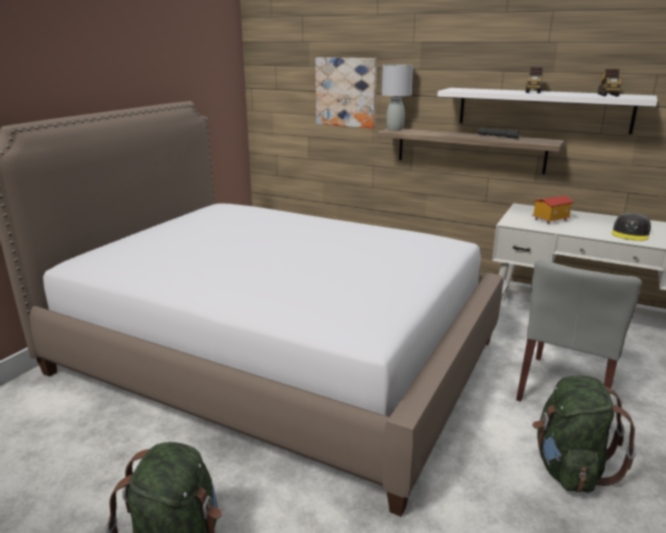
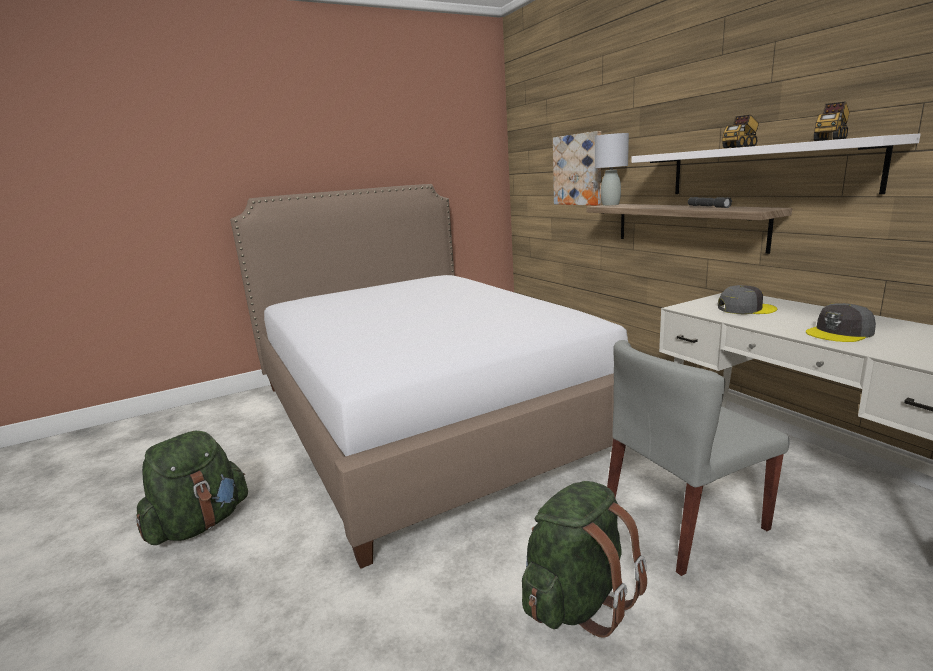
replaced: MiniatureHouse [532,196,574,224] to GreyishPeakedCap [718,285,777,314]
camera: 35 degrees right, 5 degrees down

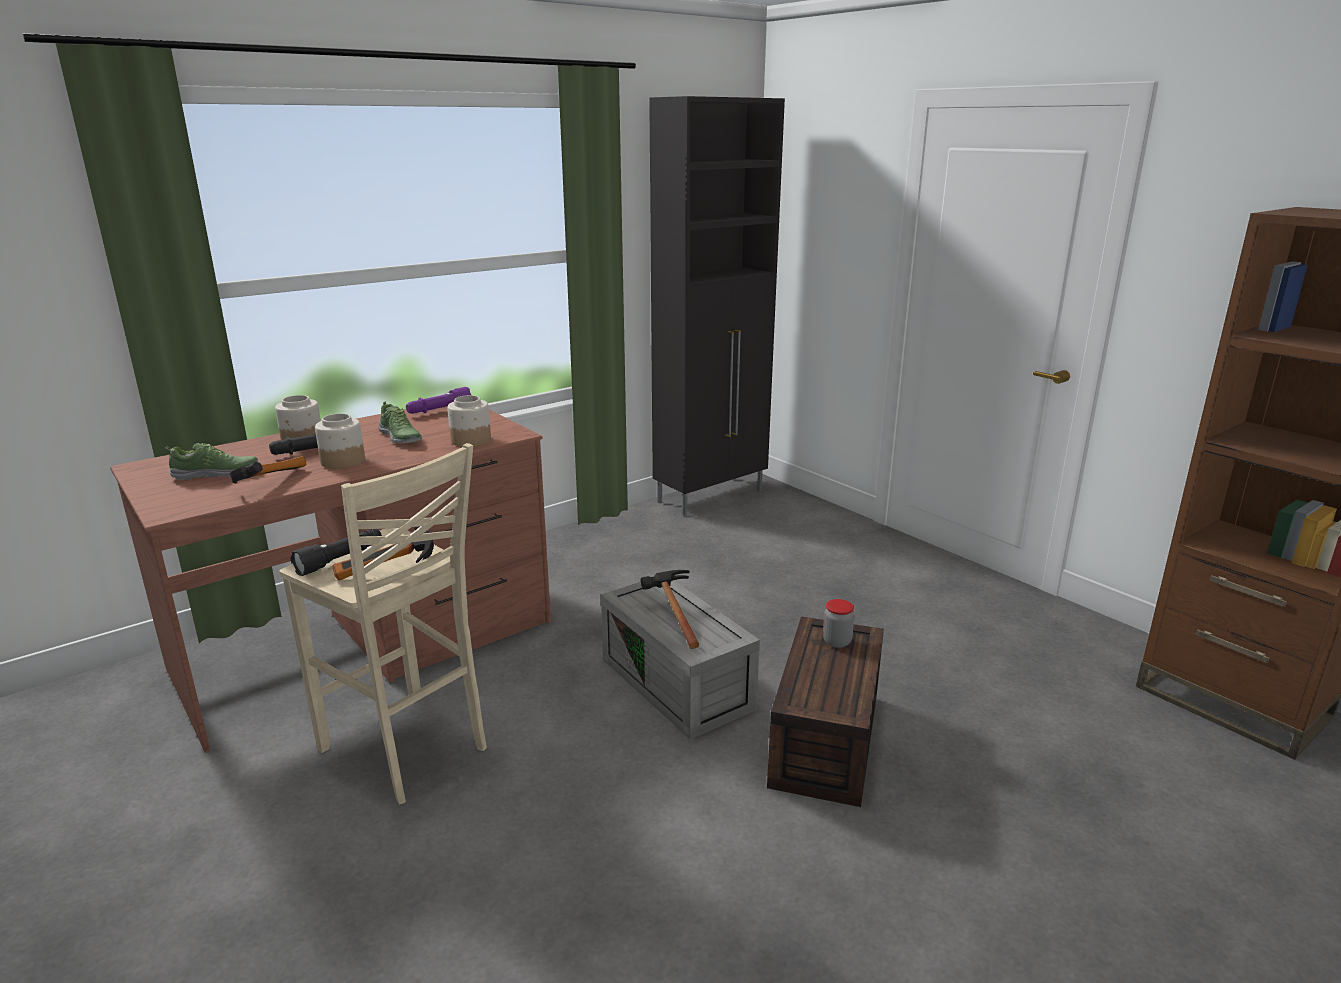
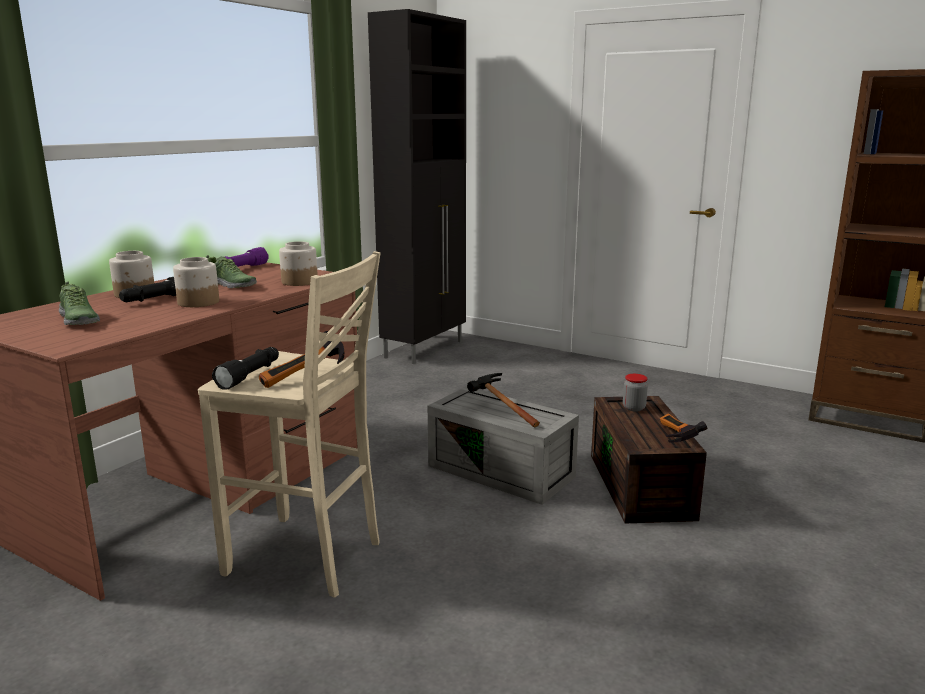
moved: HandHammer [229,456,306,483] to [660,414,708,443]
turned: LowShoe [165,443,258,480] = [59,281,100,325] 90 degrees clockwise
camera: 20 degrees left, 5 degrees down

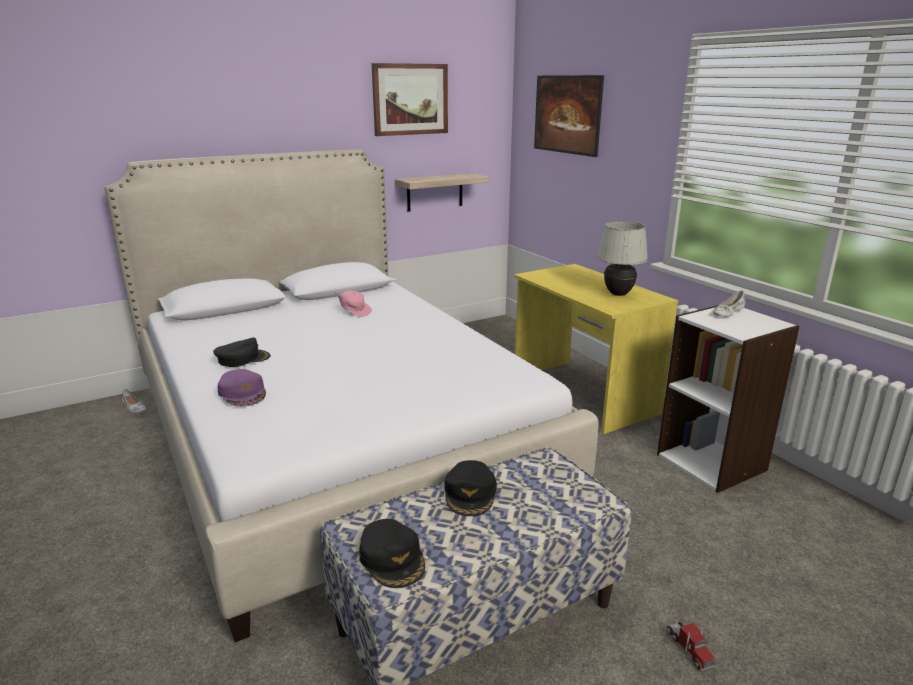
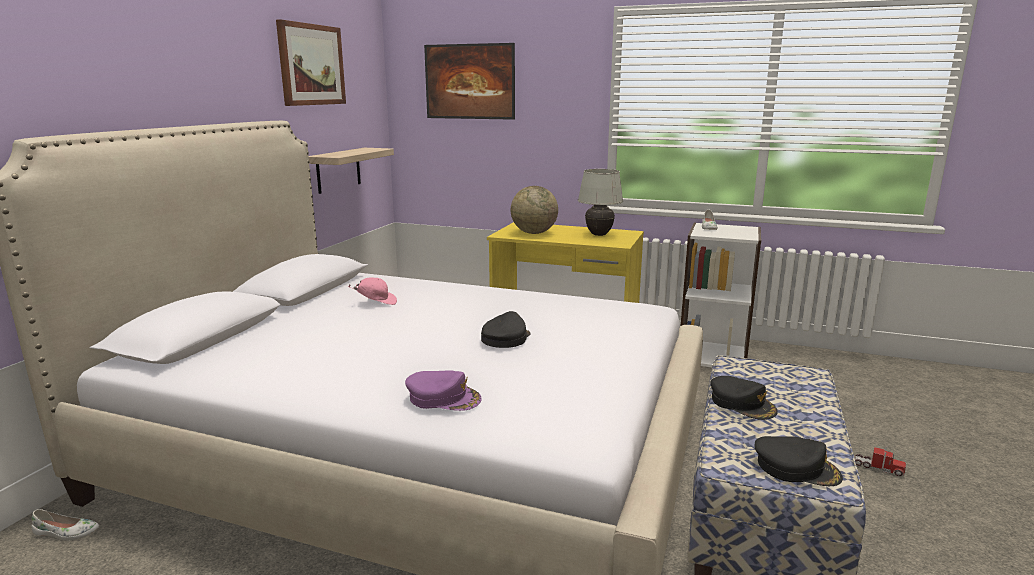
added: DeskGlobe [511,186,558,234]
moved: BlackColouredPeakedCap [213,337,270,367] to [481,311,531,348]
camera: 40 degrees left, 5 degrees down

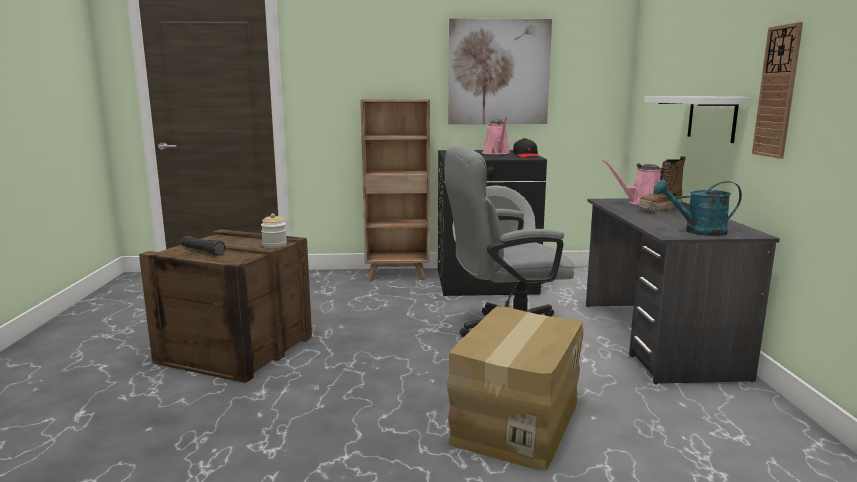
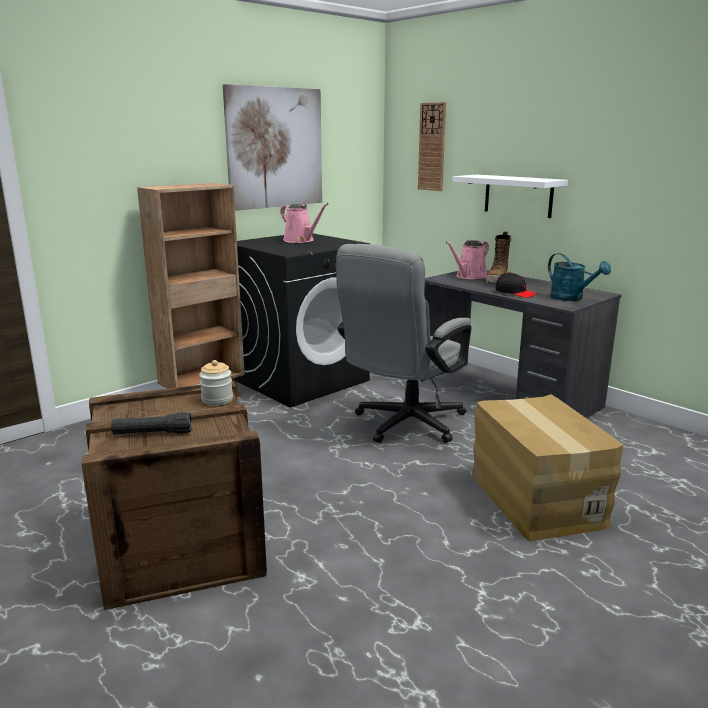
moved: ClockOnTheWall [752,22,803,159] to [418,102,446,191]; BlackColouredPeakedCap [513,138,540,158] to [495,272,537,298]
turned: TurquoiseWateringPot [653,180,742,236] = [548,253,611,301] 90 degrees counterclockwise
camera: 40 degrees left, 5 degrees up

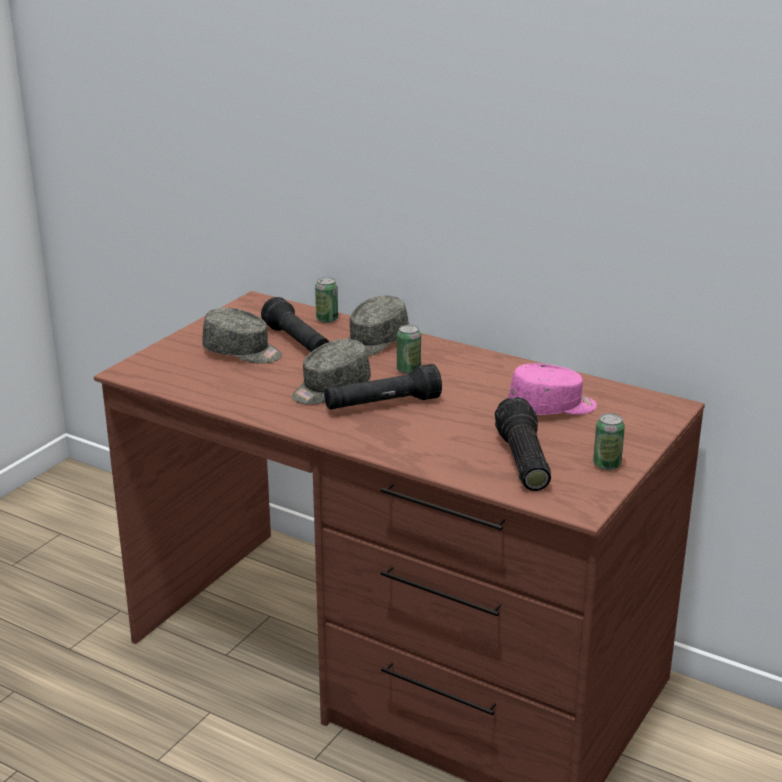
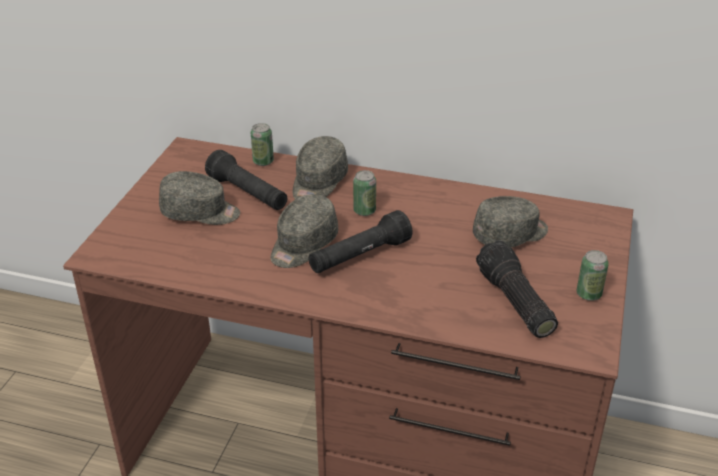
recoloured: PinkPeakedCap [508,363,597,415] to GreyishPeakedCap [473,196,548,248]
camera: 15 degrees left, 10 degrees up

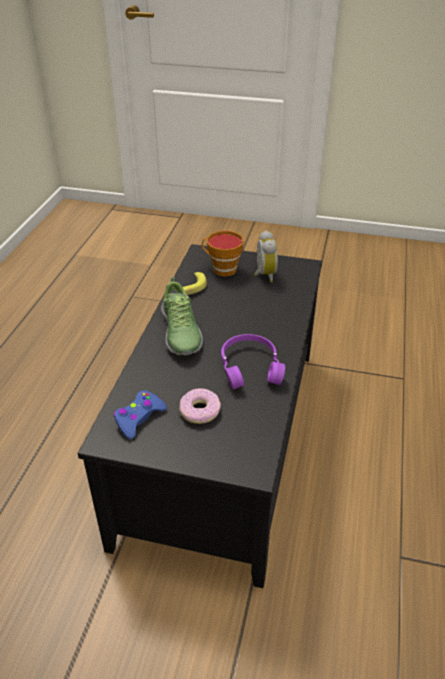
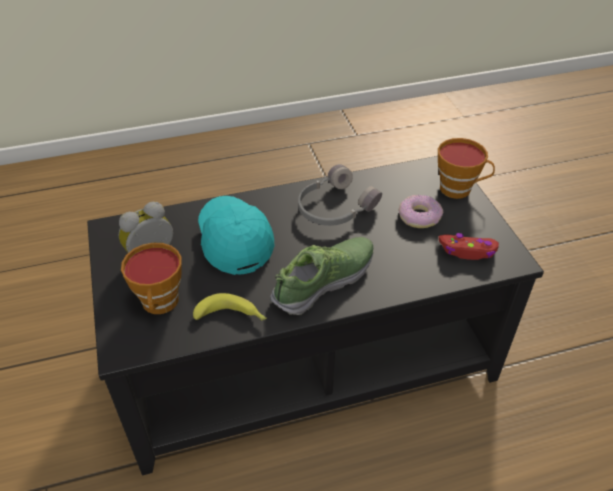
added: TurquoisePeakedCap [198,196,274,275]; SmallCup [438,138,495,199]
recoloured: PurpleColouredHeadset [221,334,285,390] to GreyishHeadset [298,164,382,226]; BlueGameController [113,390,167,439] to RedGameController [438,233,499,260]
camera: 120 degrees left, 5 degrees up

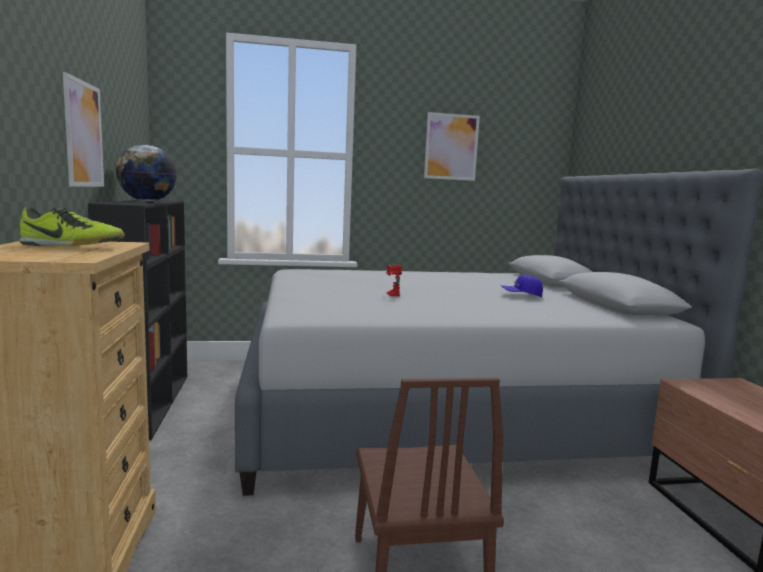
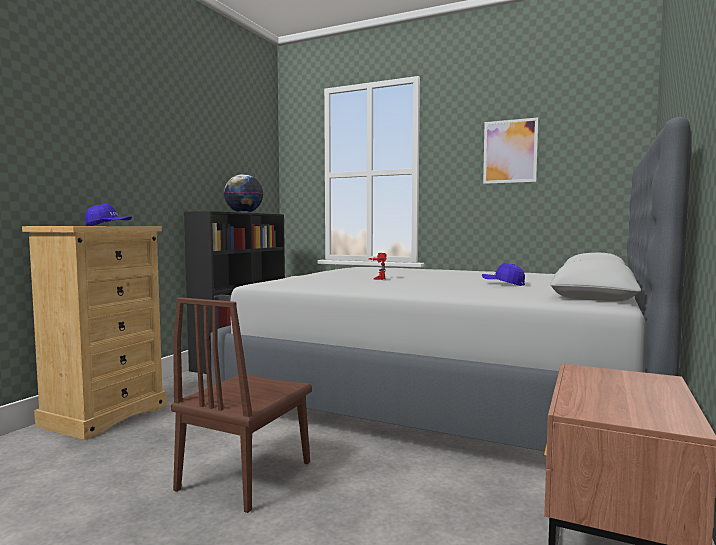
removed: WallArt [63,72,104,187]
replaced: LowShoe [19,207,125,246] to BluePeakedCap [85,204,132,226]
camera: 35 degrees right, 5 degrees down

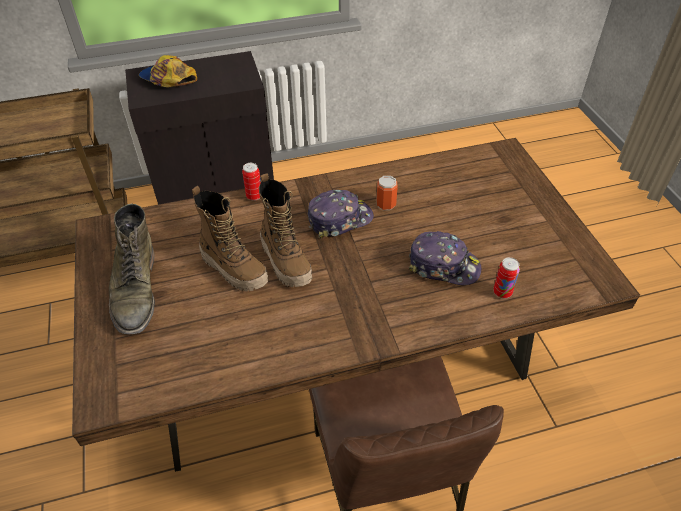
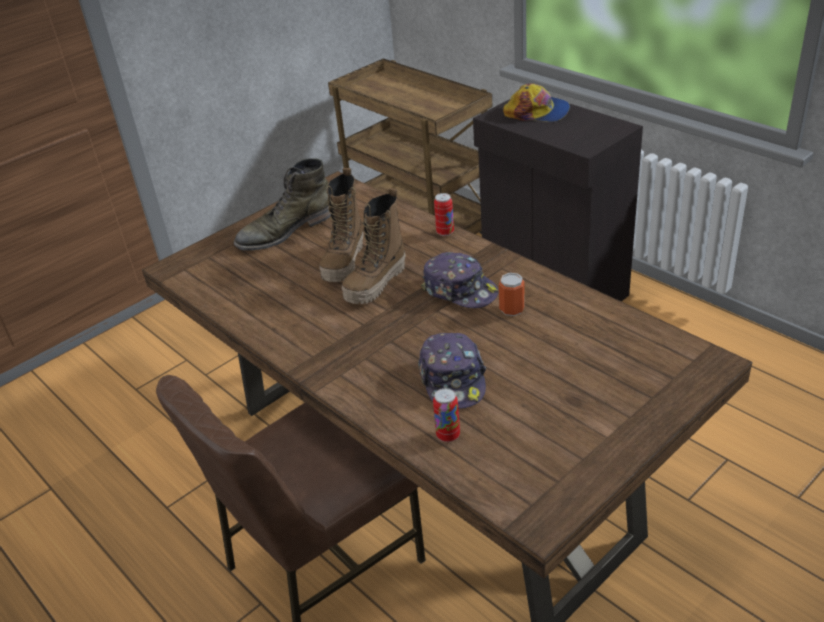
turned: PeakedCap [139,55,197,87] = [503,83,570,122] 105 degrees clockwise
camera: 65 degrees right, 10 degrees down

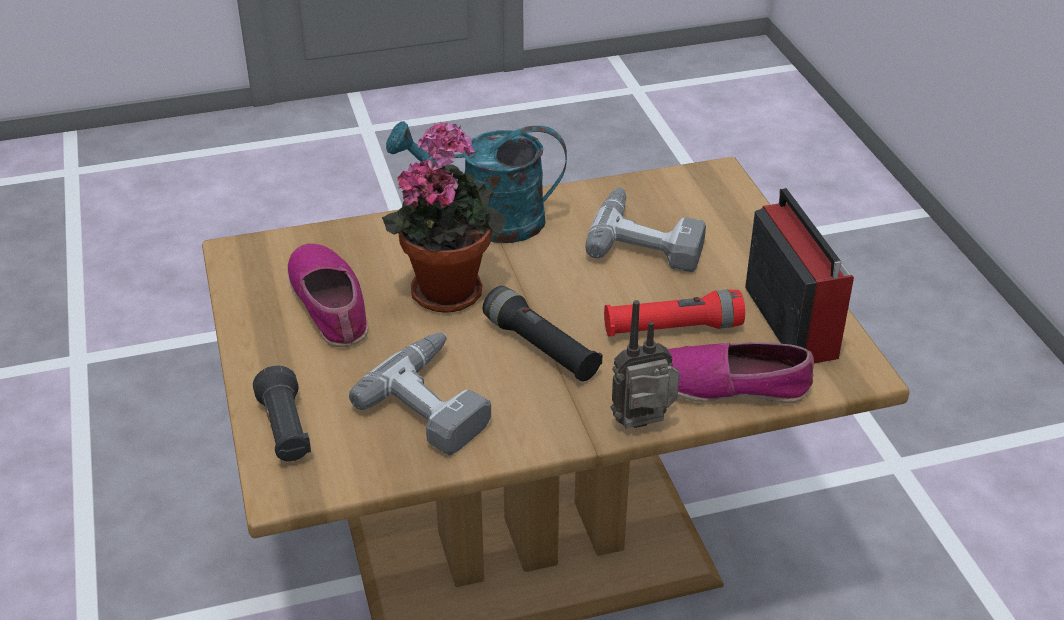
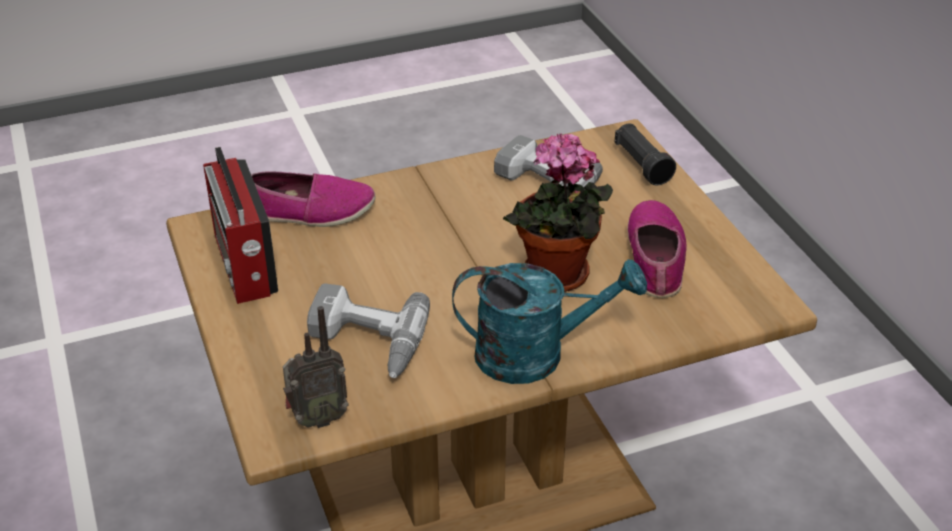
removed: BlackColouredFlashlight [483,286,603,382]; RedFlashlight [604,290,745,336]
moved: RadioSet [610,300,680,428] to [283,306,349,428]
turned: LowShoe [288,244,368,347] = [628,200,687,298] 150 degrees counterclockwise
camera: 175 degrees right, 0 degrees up

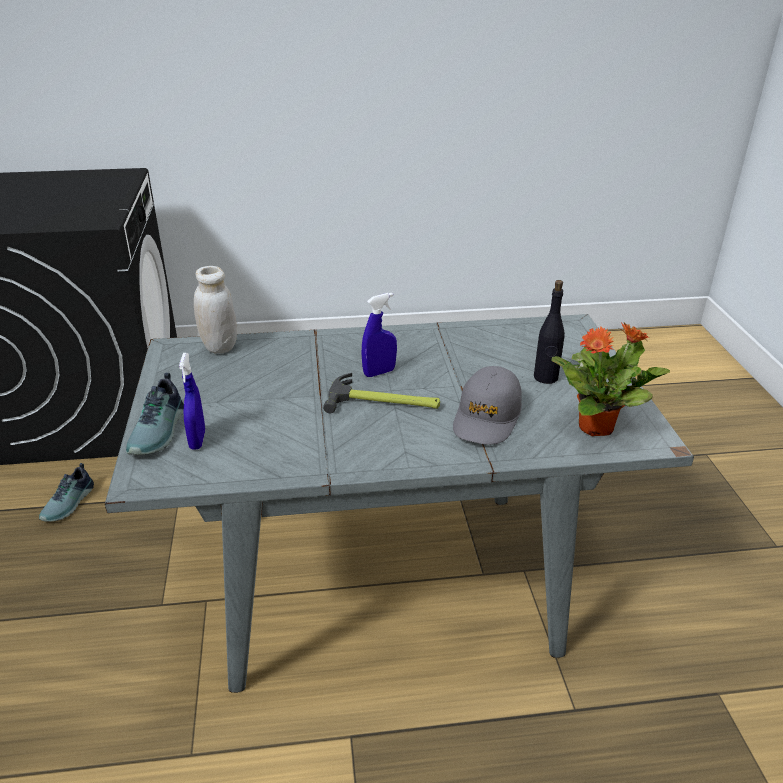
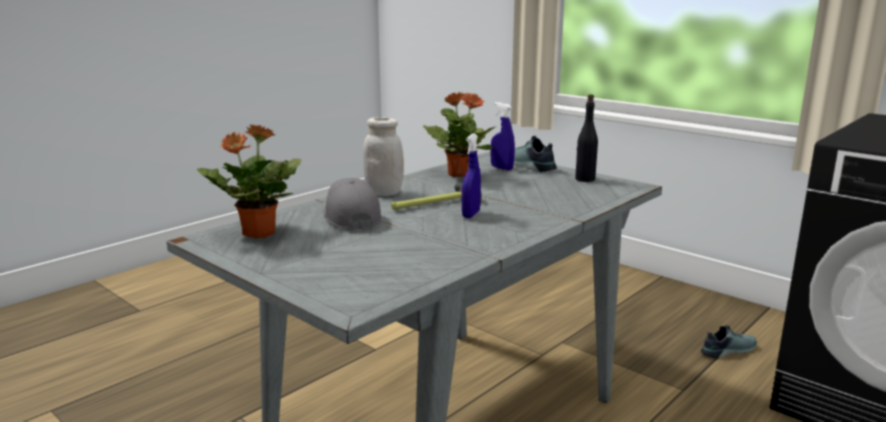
added: PottedPlant [423,92,495,177]
moved: WhitishJar [194,266,237,354] to [363,117,404,196]; BlackColouredBeverageBottle [534,280,565,384] to [575,94,598,182]
turned: LowShoe [39,463,94,522] = [701,325,757,359] 90 degrees clockwise
camera: 140 degrees right, 15 degrees down

